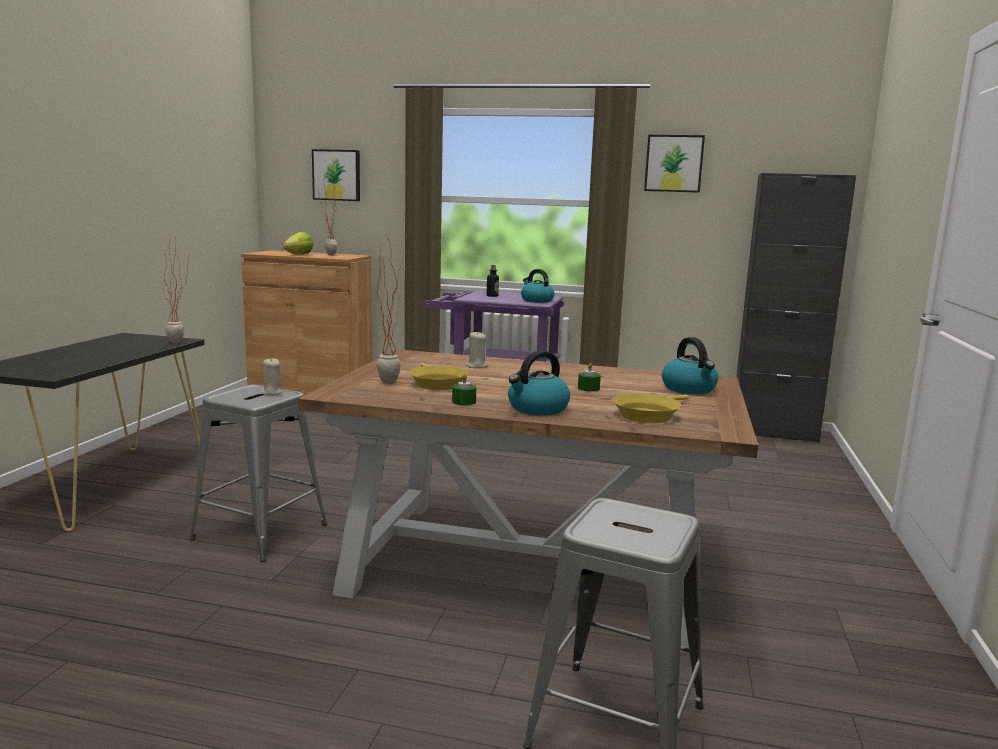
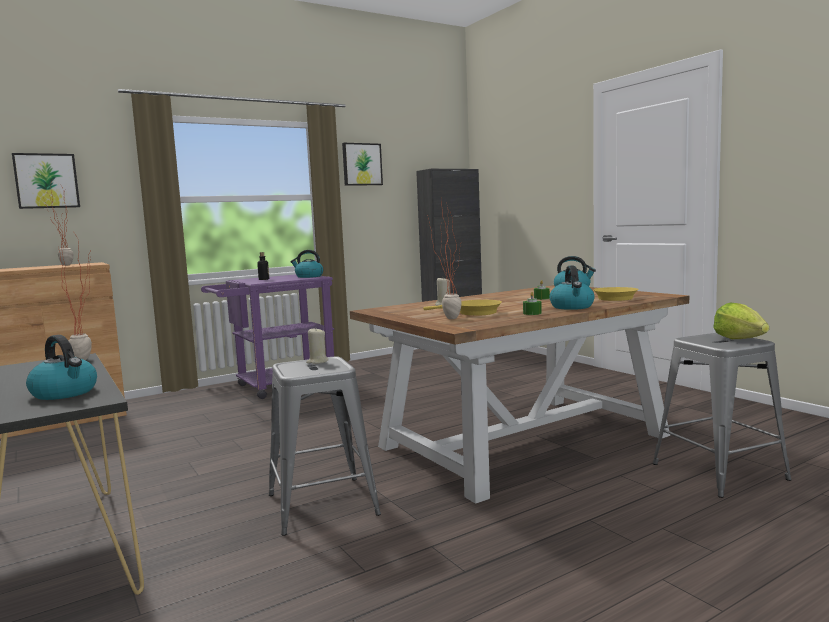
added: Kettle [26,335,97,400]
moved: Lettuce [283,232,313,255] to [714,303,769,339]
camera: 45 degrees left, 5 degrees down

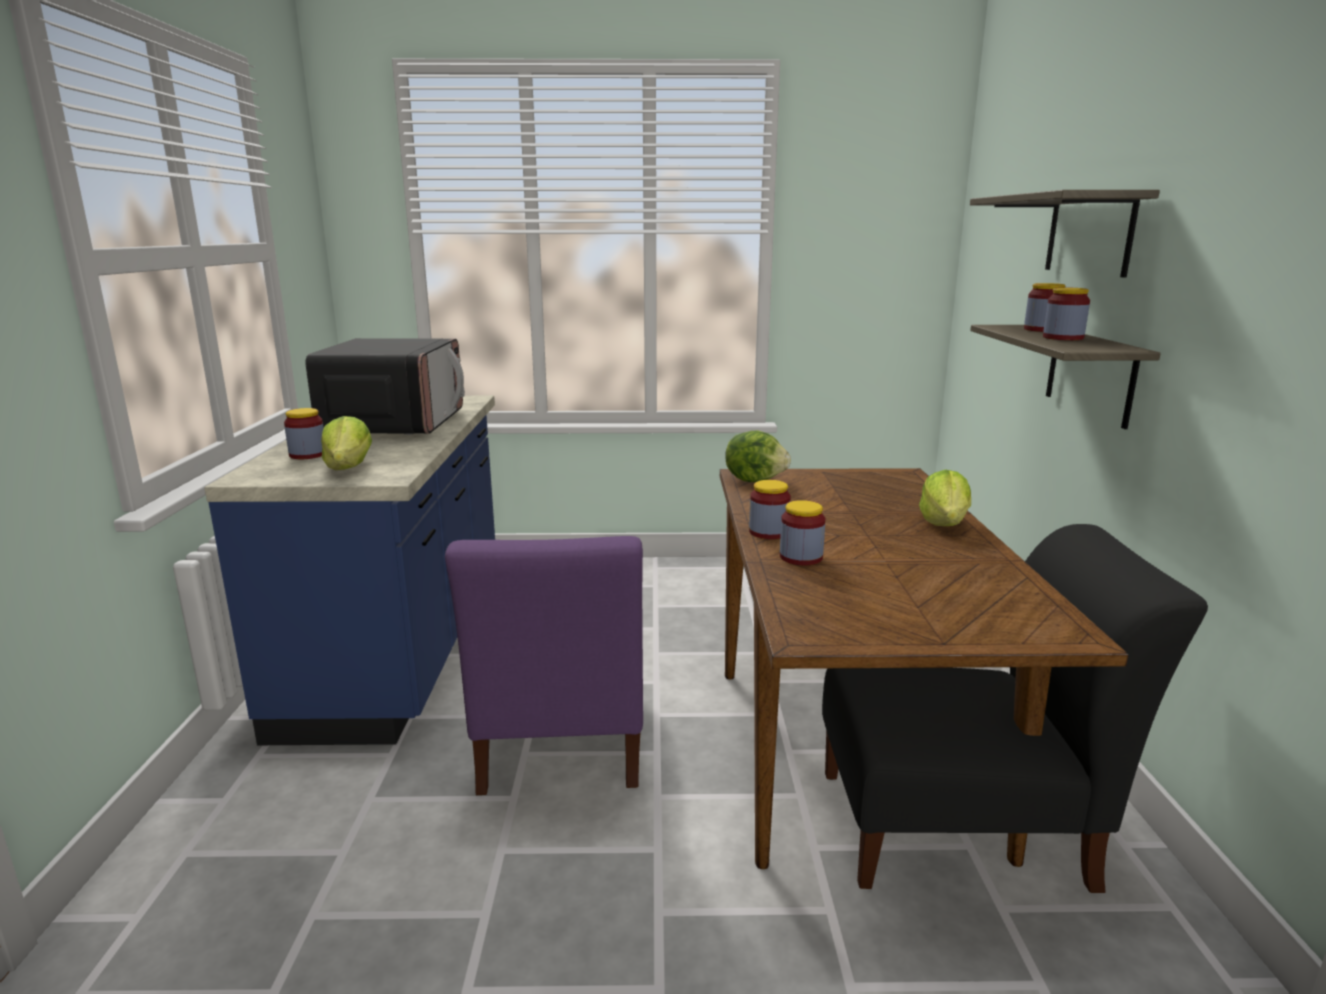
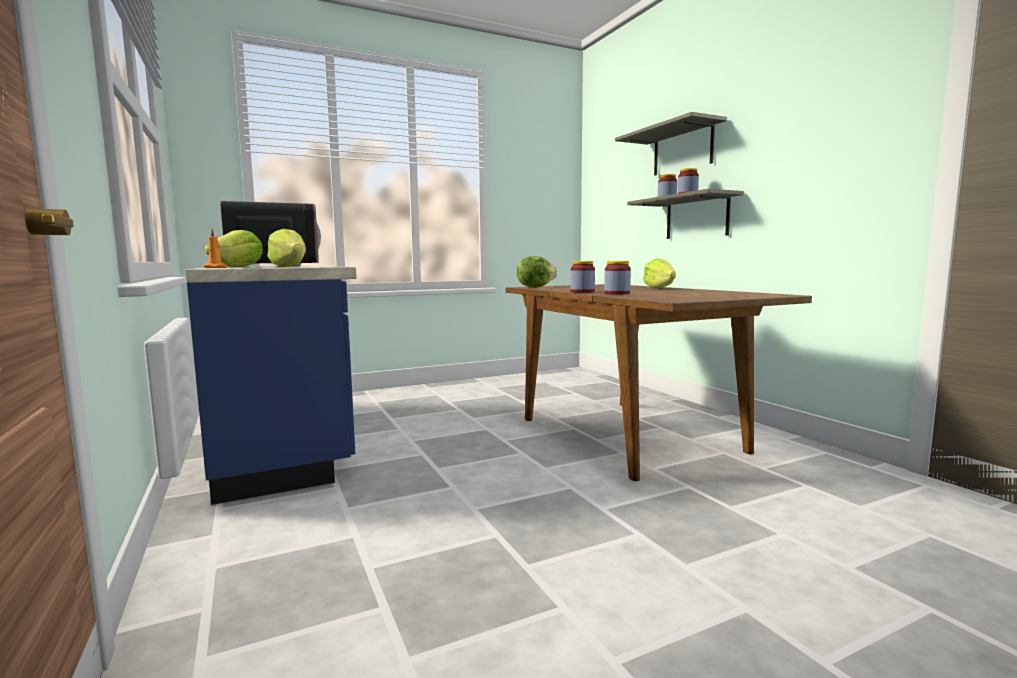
removed: PurpleColouredPlainChair [445,536,643,795]; BlackColouredPlainChair [822,524,1208,893]
added: OrangeColouredCandle [203,228,227,268]
replaced: Jar [284,408,324,459] to Lettuce [205,230,263,267]
camera: 25 degrees left, 10 degrees down

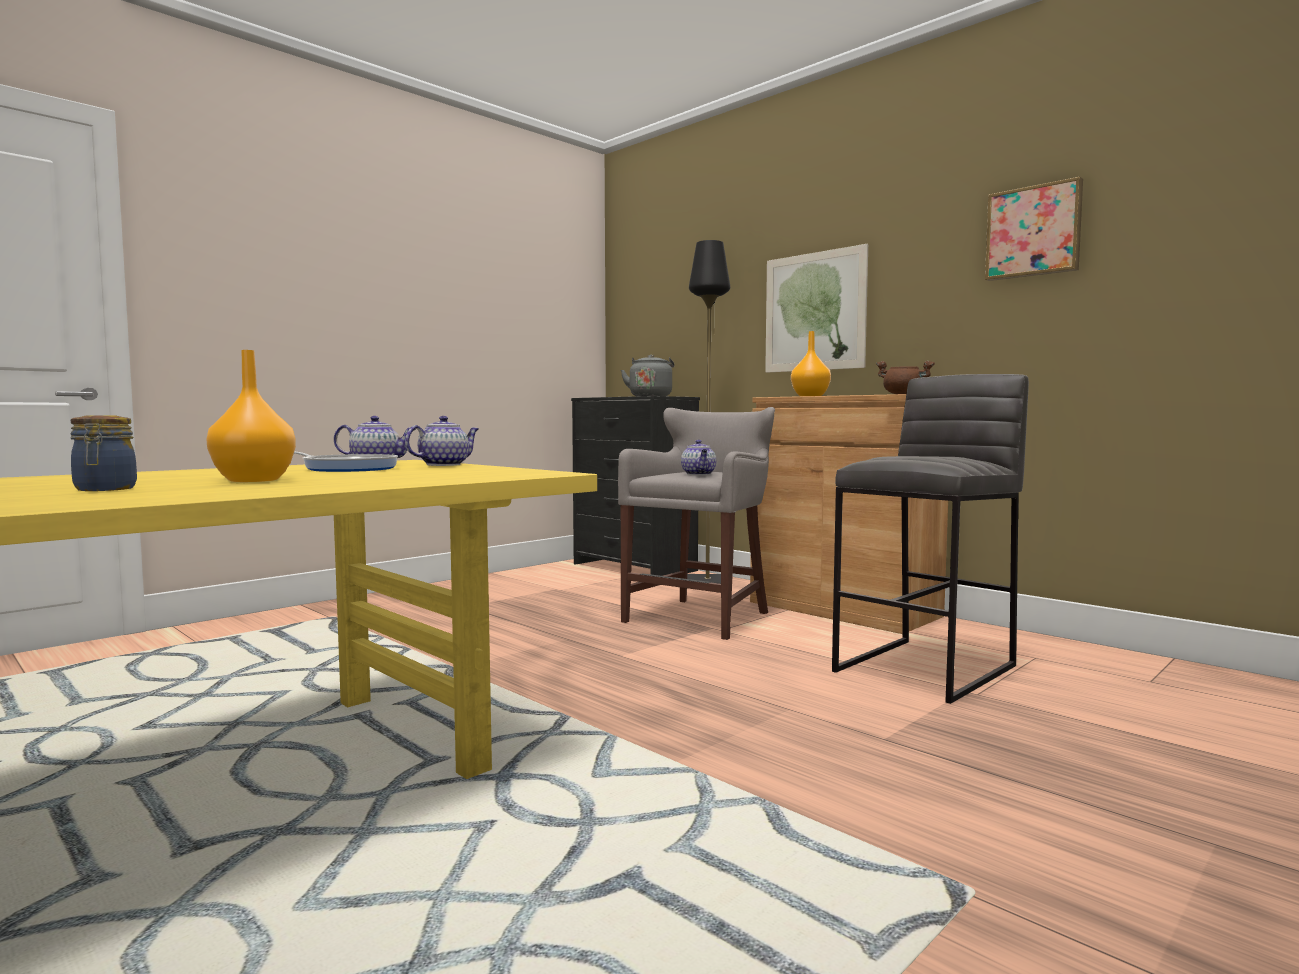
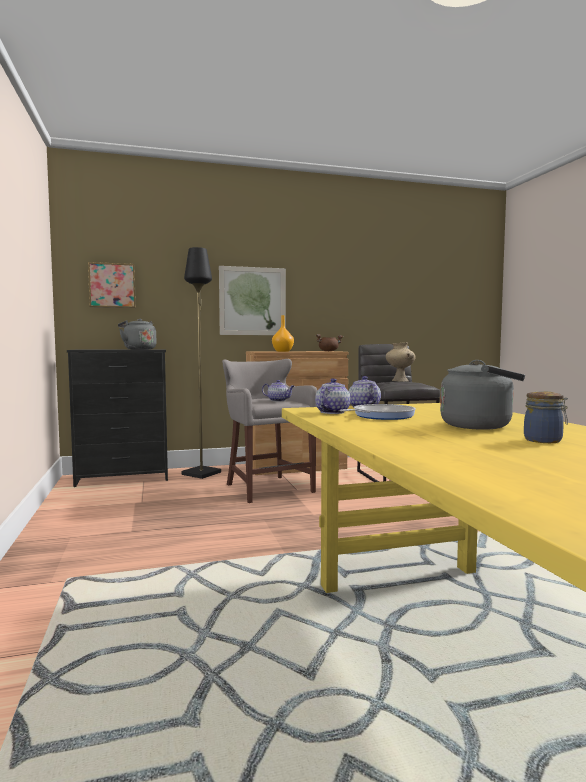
added: BeigeFlowerVase [386,343,416,382]
moved: WallArt [985,177,1083,281] to [88,262,136,308]
replaced: OrangeColouredFlowerVase [206,350,296,482] to GreyishKettle [440,360,525,430]
camera: 60 degrees left, 0 degrees up

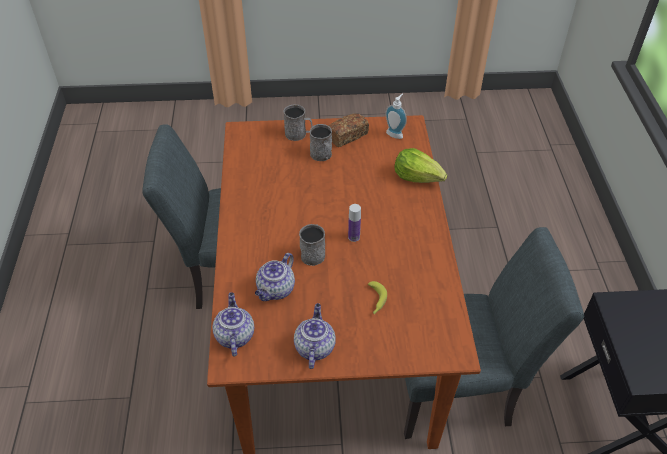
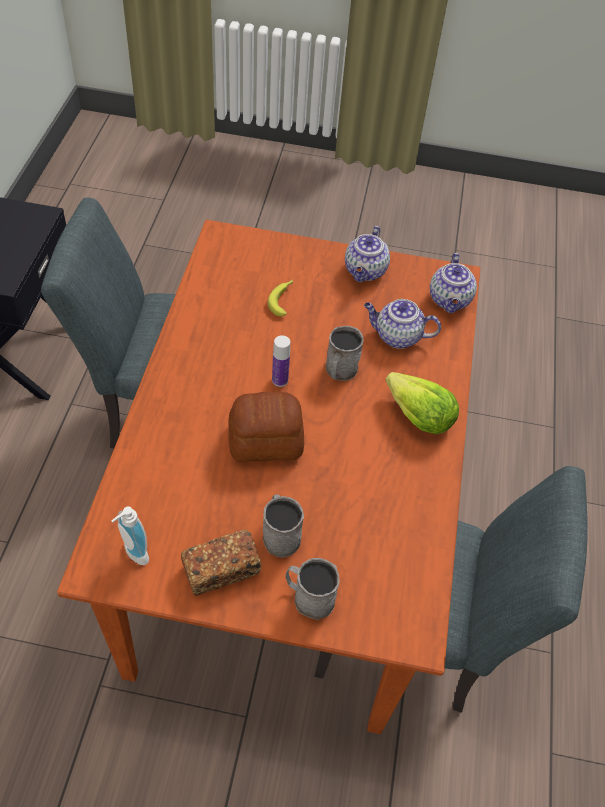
added: BakeryBread [228,392,304,462]
moved: Lettuce [394,148,447,183] to [386,372,459,434]
turned: PotForTea [255,253,295,301] = [364,299,441,349] 120 degrees counterclockwise
camera: 170 degrees left, 5 degrees up

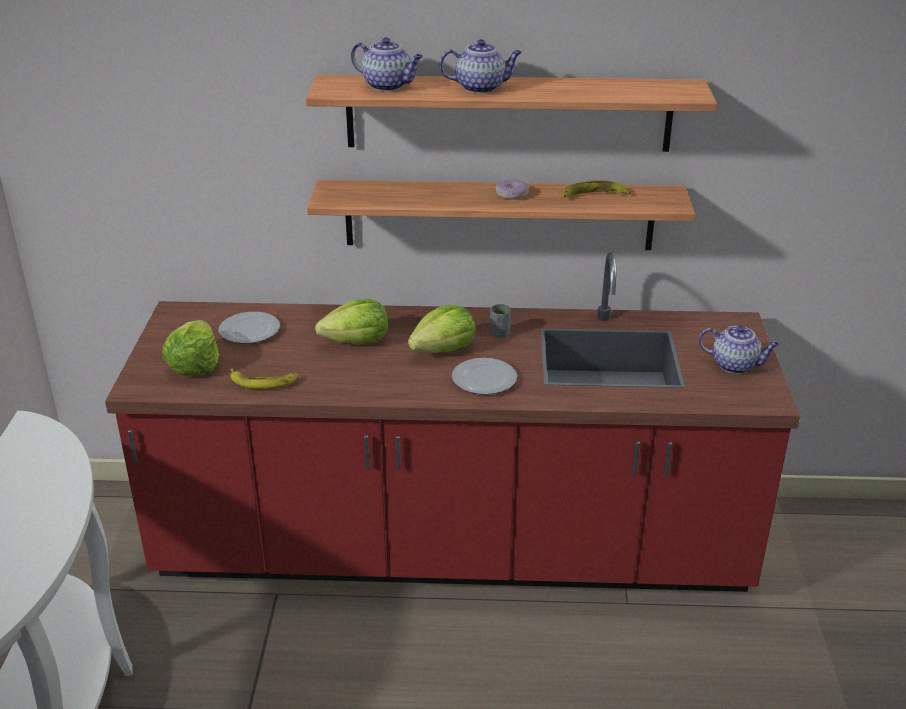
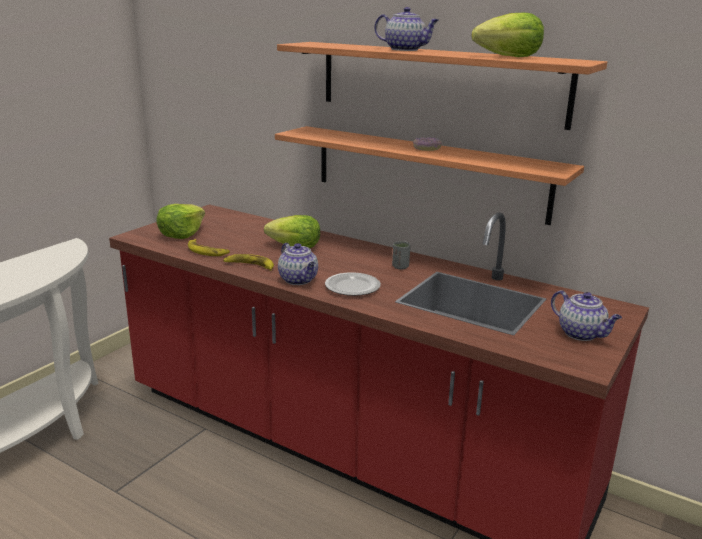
removed: DinnerPlate [218,312,280,344]
moved: Banana [563,180,631,198] to [223,254,274,271]; PotForTea [351,38,423,91] to [278,243,318,285]; Lettuce [408,305,476,353] to [472,12,544,57]
camera: 30 degrees right, 10 degrees down

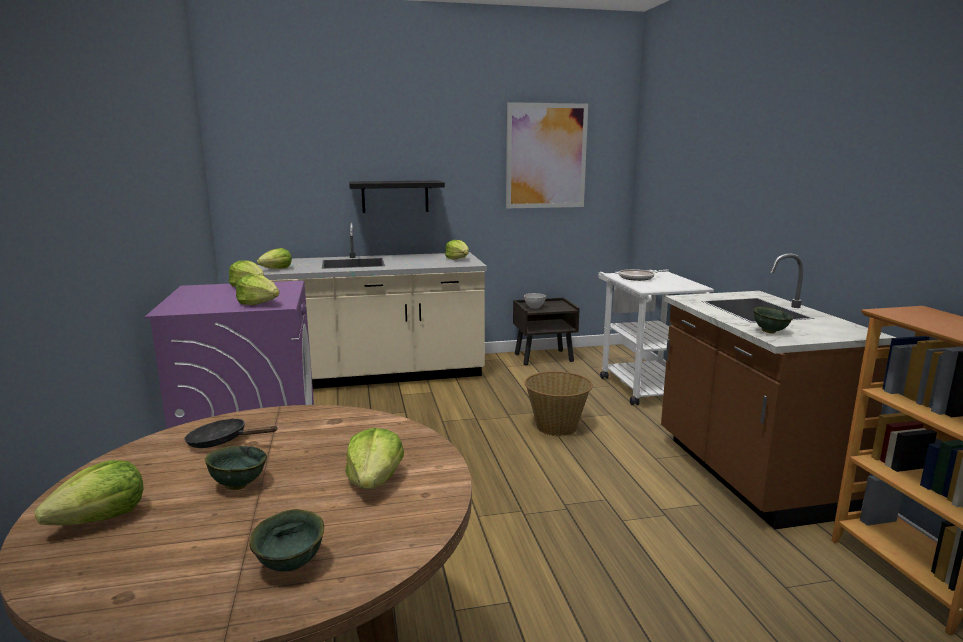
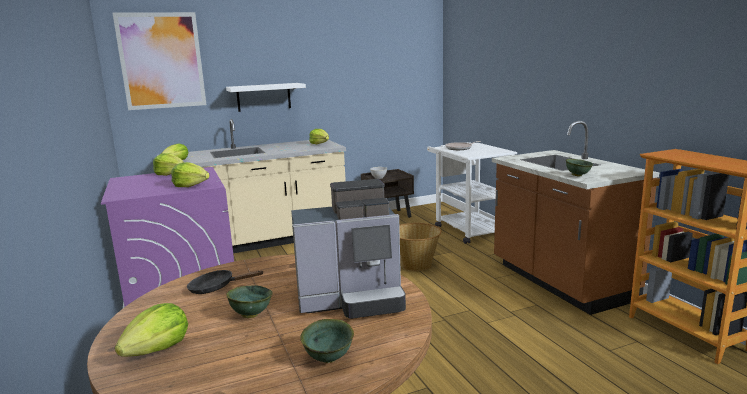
moved: WallArt [506,102,588,208] to [112,12,206,110]
replaced: Lettuce [345,428,404,489] to CoffeeMachine [291,179,406,319]
recoloured: BlackColouredBracketShelf [349,181,445,213] to WhitishBracketShelf [226,83,306,112]
camera: 10 degrees left, 0 degrees up

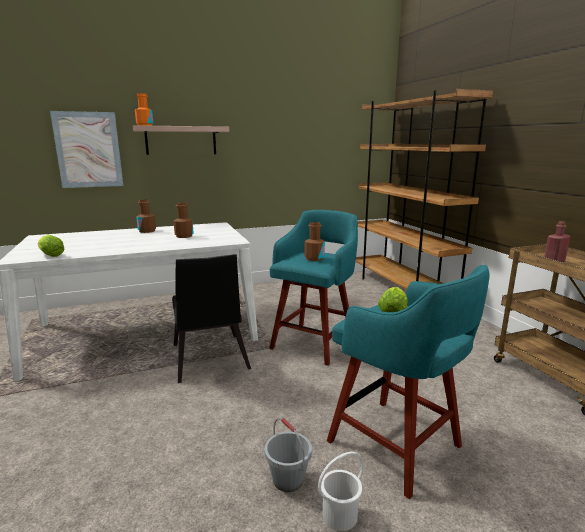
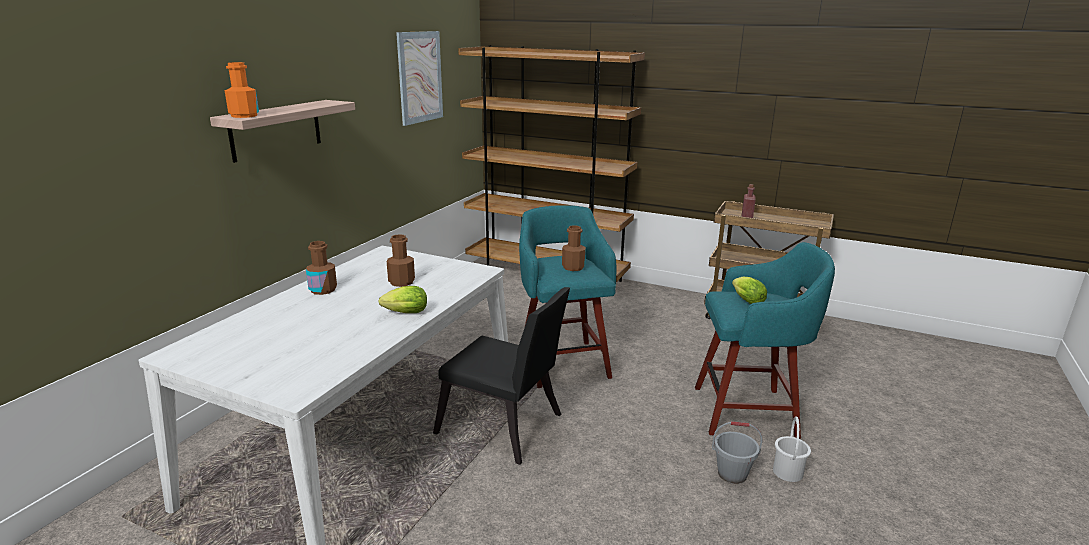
moved: Lettuce [37,235,64,257] to [378,286,427,313]; WallArt [50,111,123,188] to [396,31,443,126]
camera: 45 degrees left, 5 degrees up

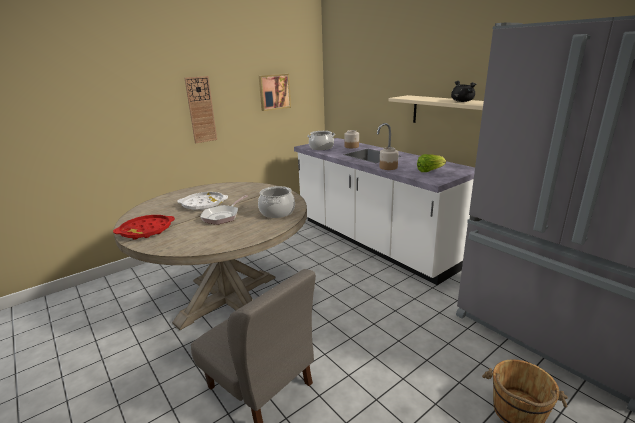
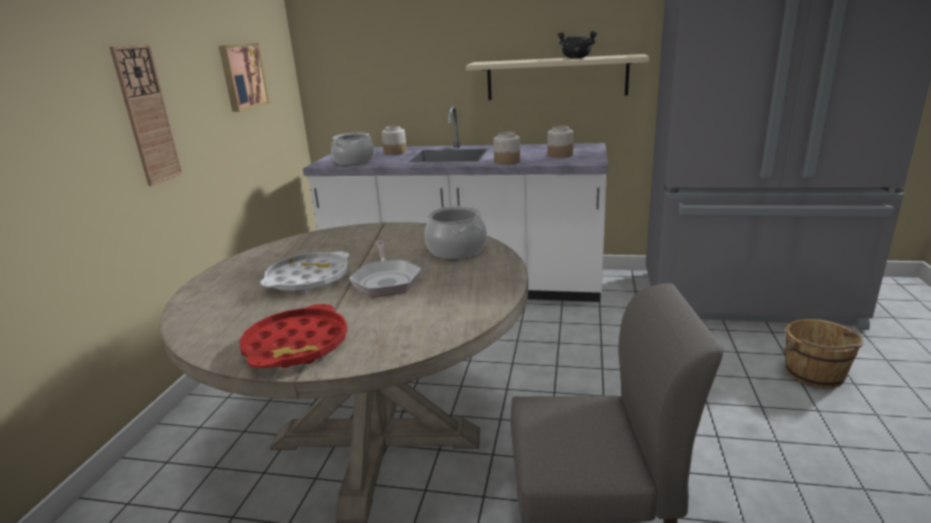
replaced: Lettuce [417,154,446,172] to Jar [548,126,574,158]
camera: 40 degrees left, 0 degrees up

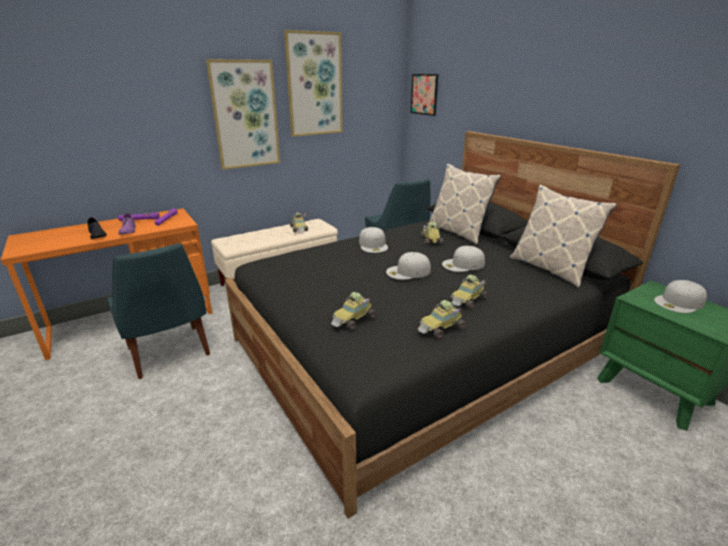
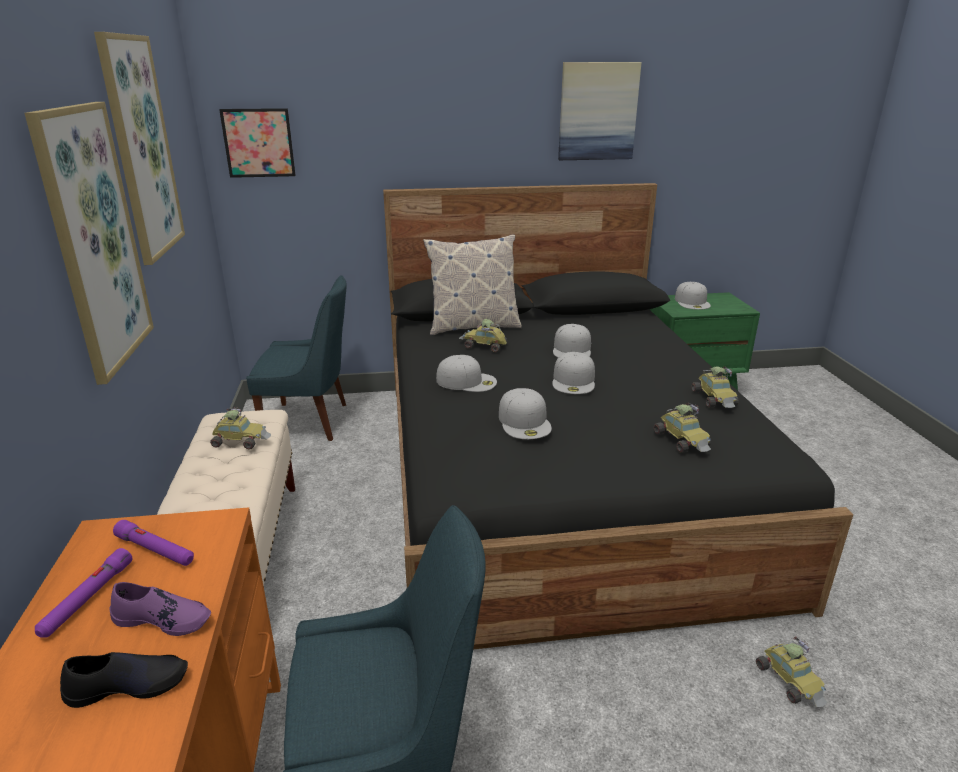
removed: Cushion [510,185,617,288]
added: WhitishPeakedCap [499,388,552,439]; WallArt [558,62,642,160]
moved: ToyCar [449,275,487,309] to [756,636,827,707]
camera: 65 degrees left, 0 degrees up

